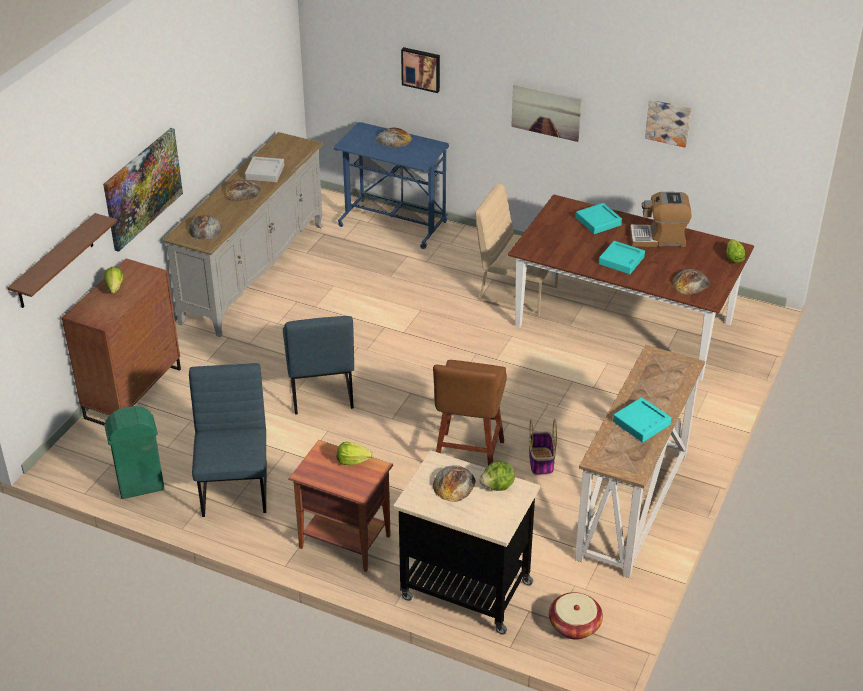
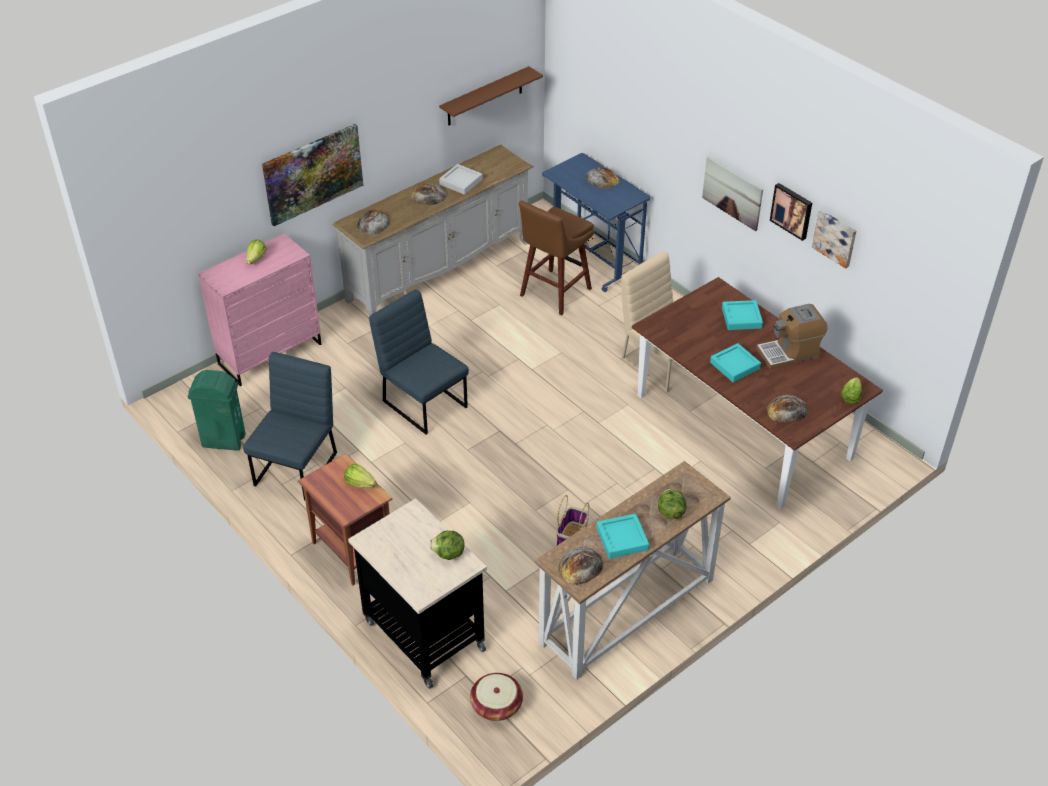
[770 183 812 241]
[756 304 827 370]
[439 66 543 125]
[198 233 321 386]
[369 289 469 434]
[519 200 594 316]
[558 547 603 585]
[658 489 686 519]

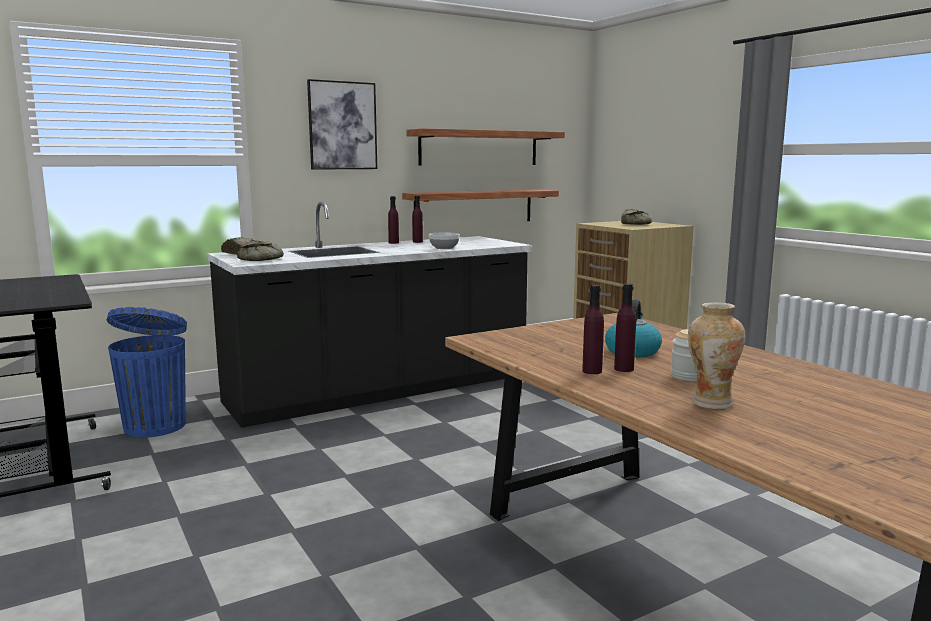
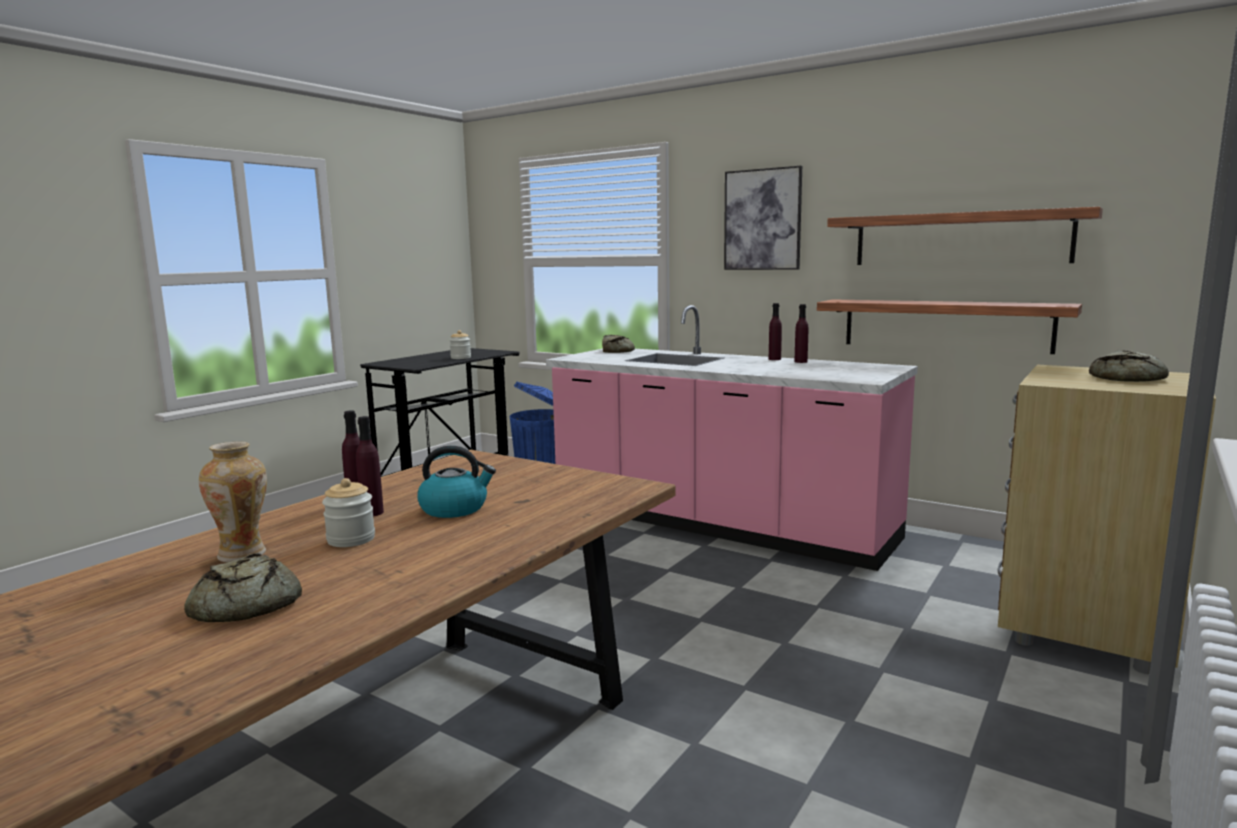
[546 305 918 571]
[429 232 460 249] (first image)
[184 553 302 622]
[449 330 471 359]

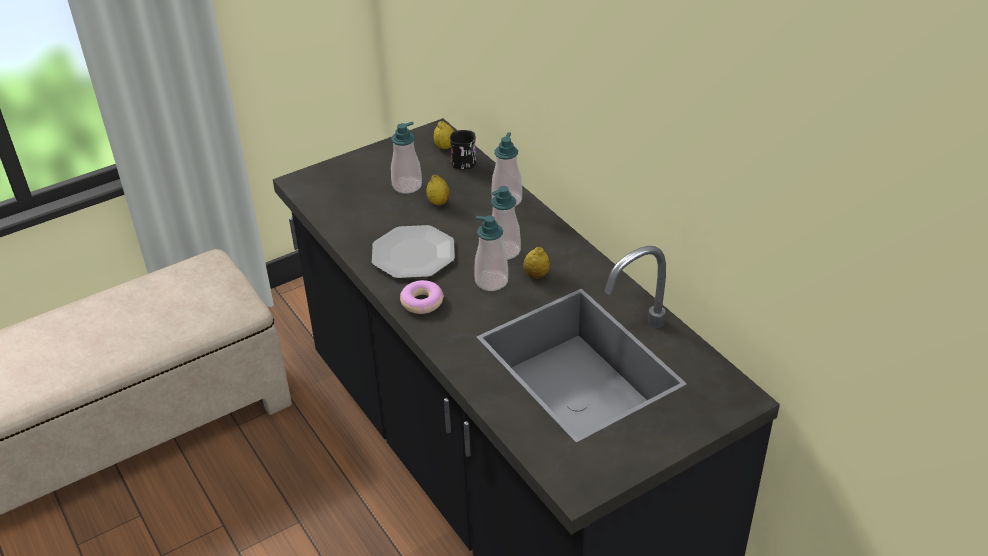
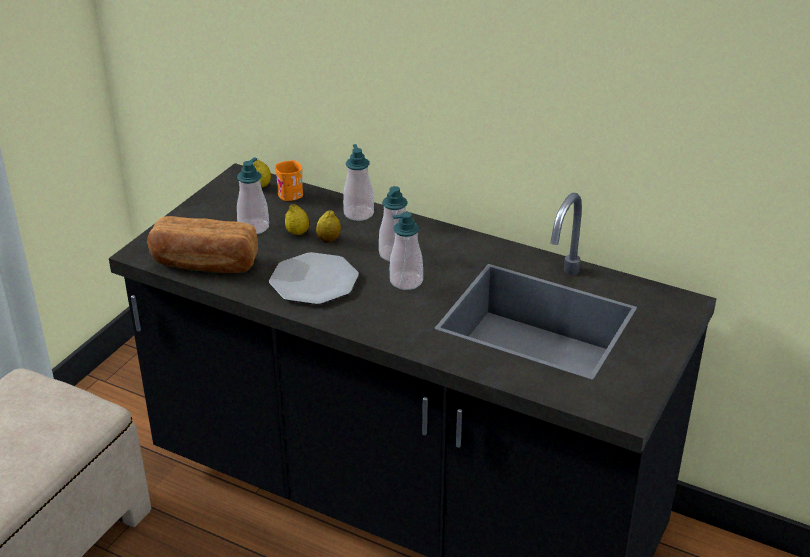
[275 160 303 201]
[316 210 341 243]
[400 280 444 314] (first image)
[147 216 258 273]

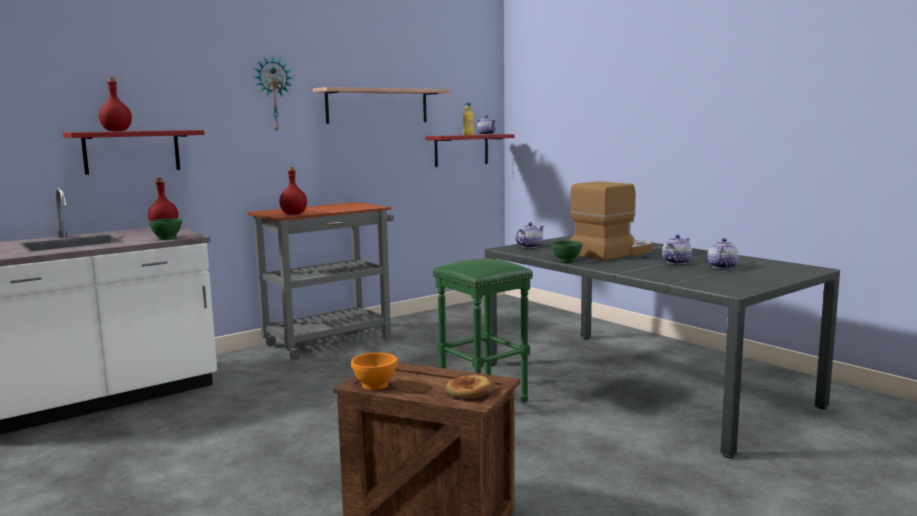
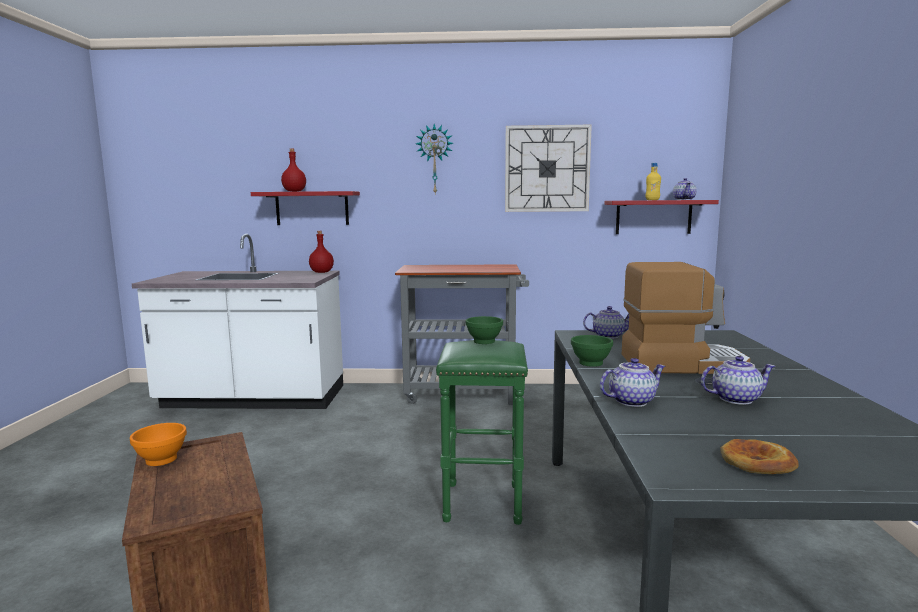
[505 125 592 212]
[280 167 307 215] (first image)
[466 316 503 344]
[600 358 665 407]
[720 439 798 474]

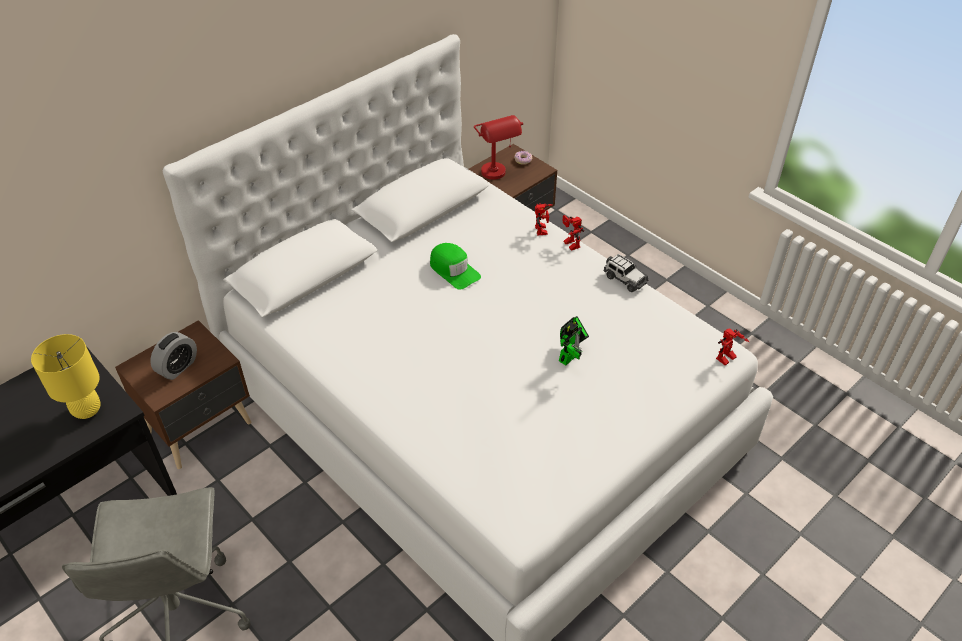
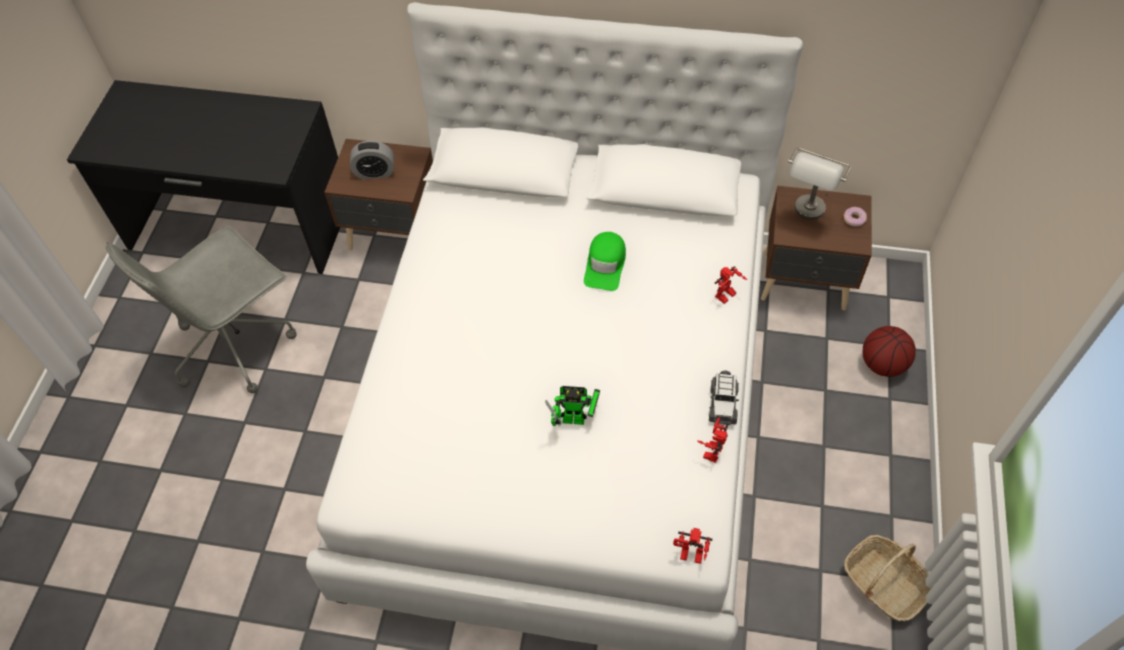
[788 148 851 220]
[697 417 728 463]
[31 334 101 419] (first image)
[863 326 916 377]
[844 535 931 621]

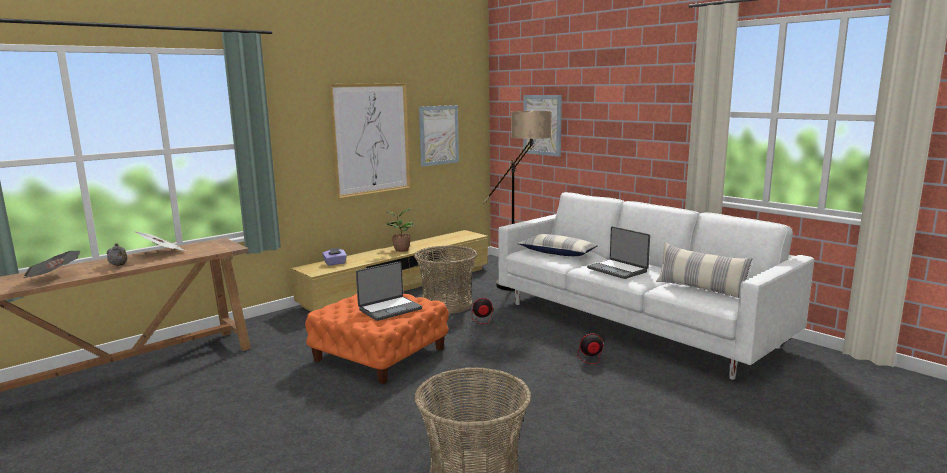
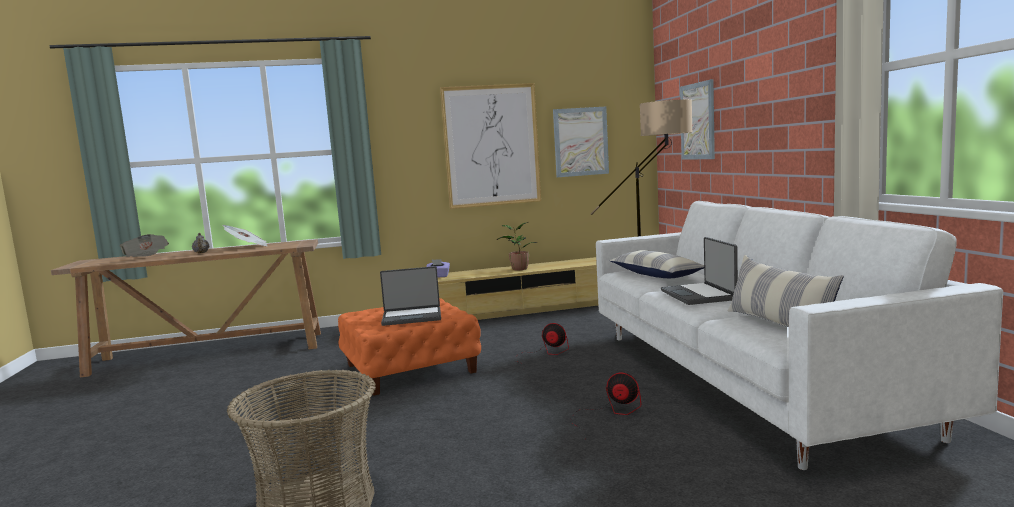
[414 245 478 314] (first image)

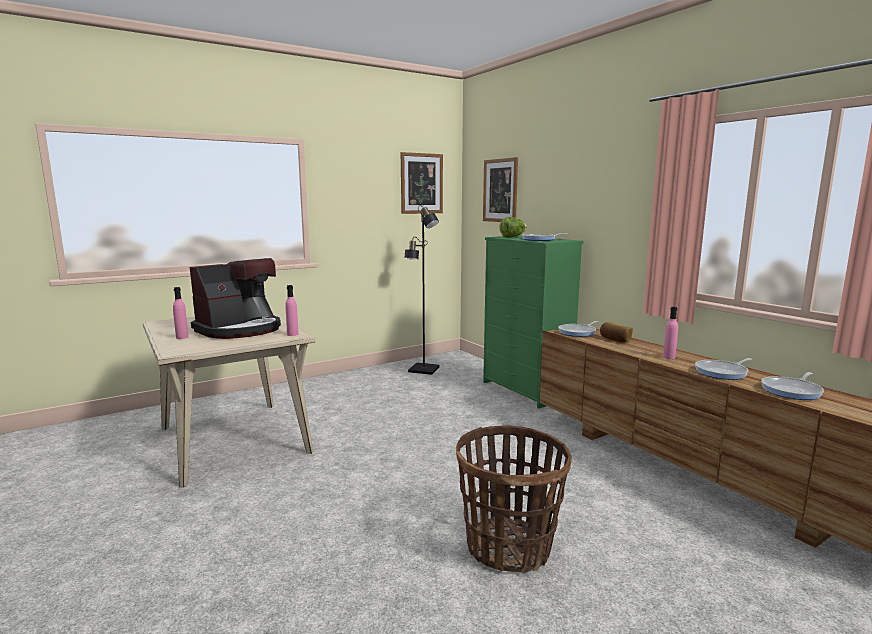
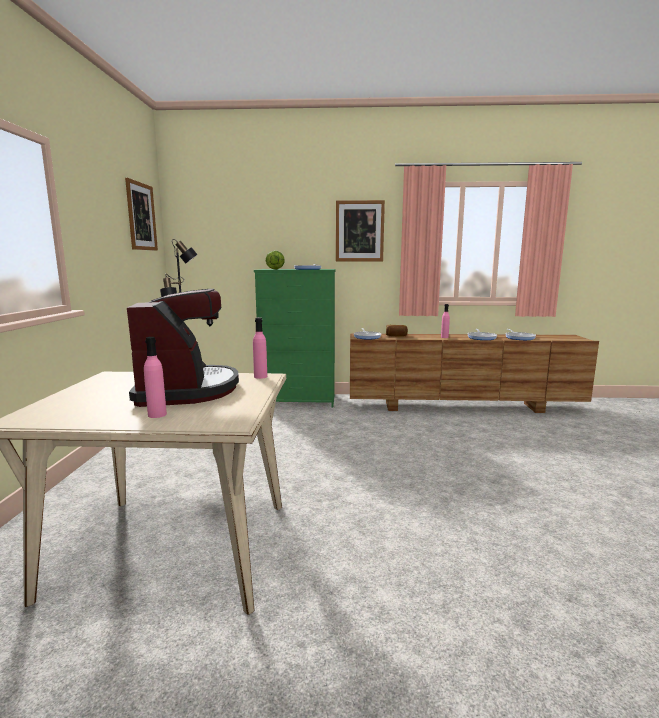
[336 200 385 261]
[456 425 572 573] (first image)

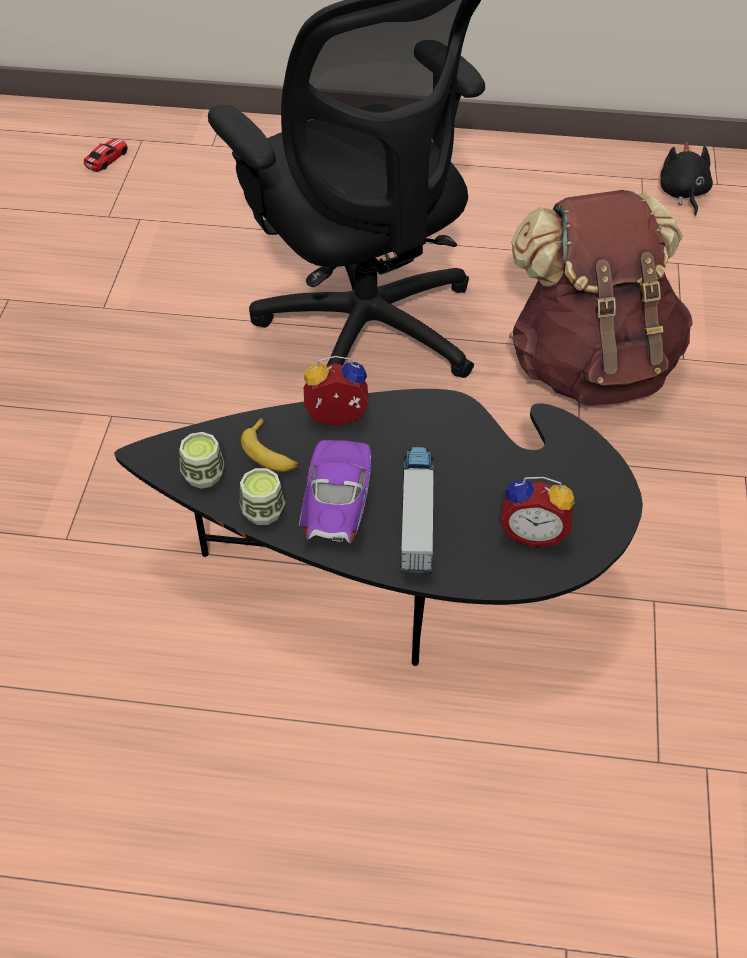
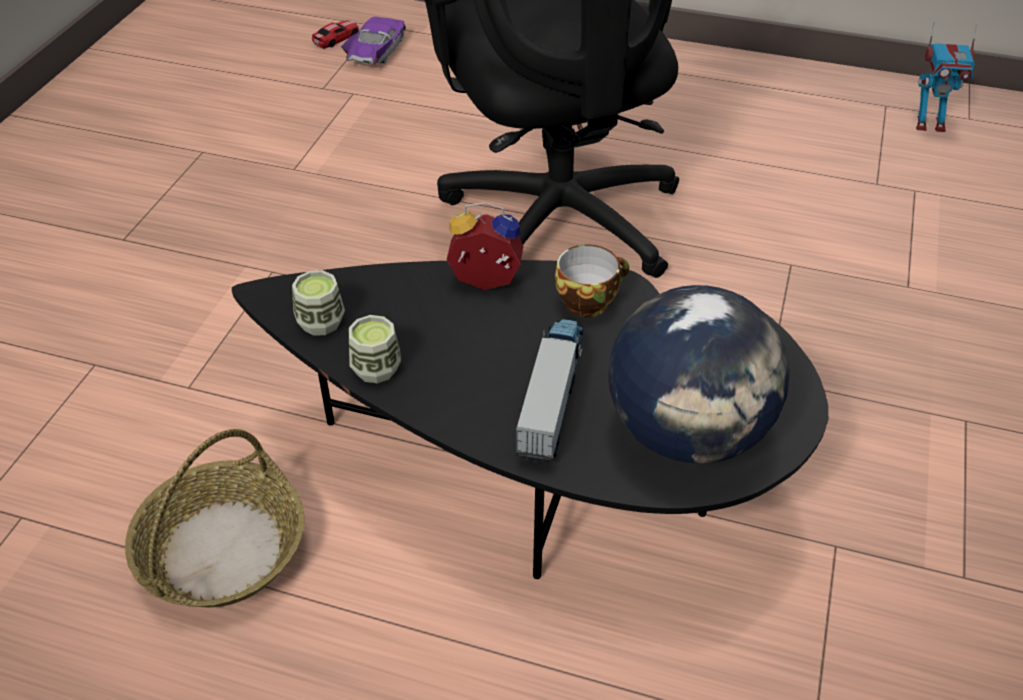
[916 23 977 132]
[509 190 693 406] (first image)
[241 418 298 472] (first image)
[341 16 406 65]
[608 285 790 464]
[555 245 629 317]
[125 429 305 608]

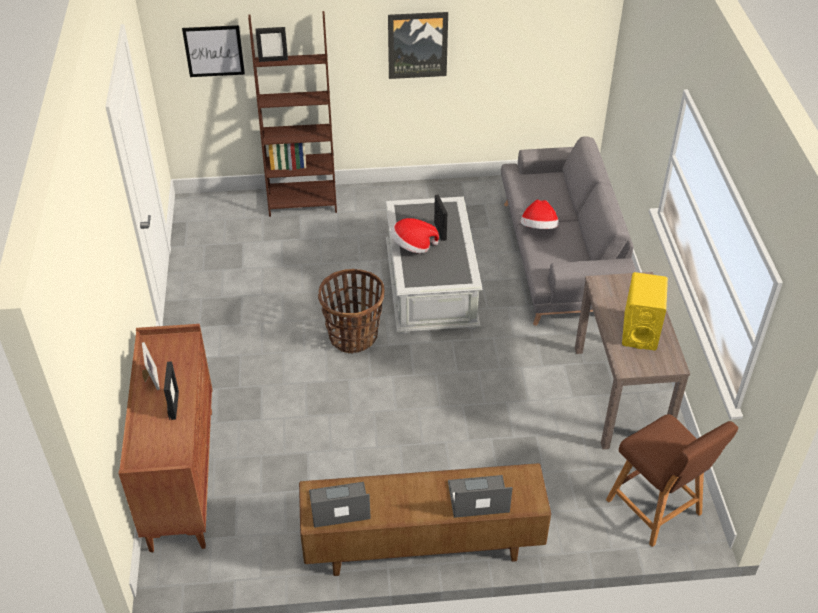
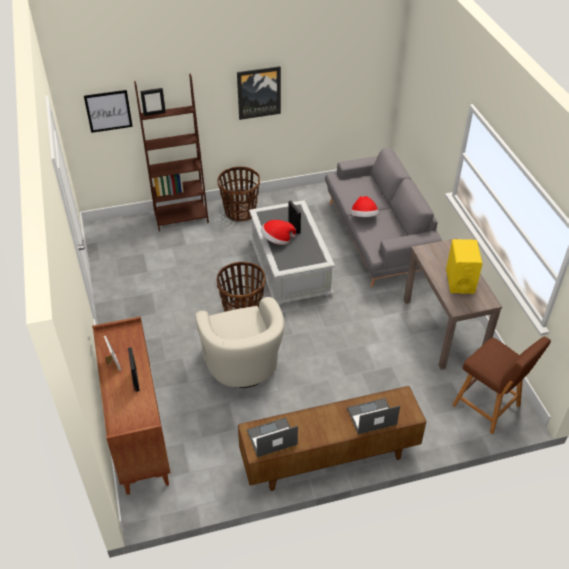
[217 166 260 222]
[195 297 284 388]

